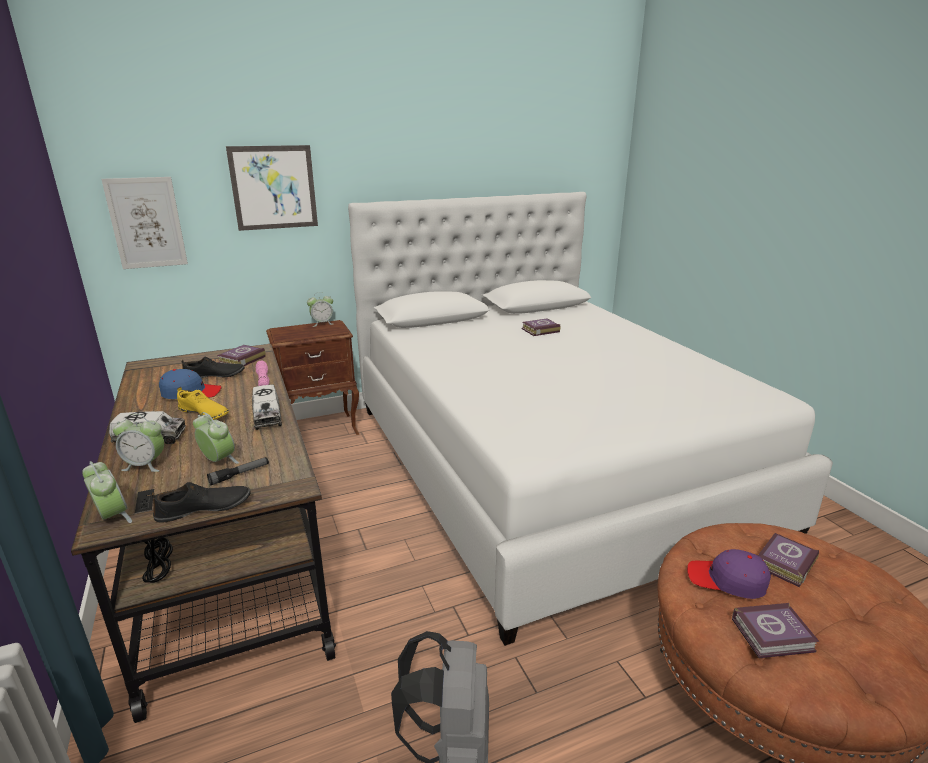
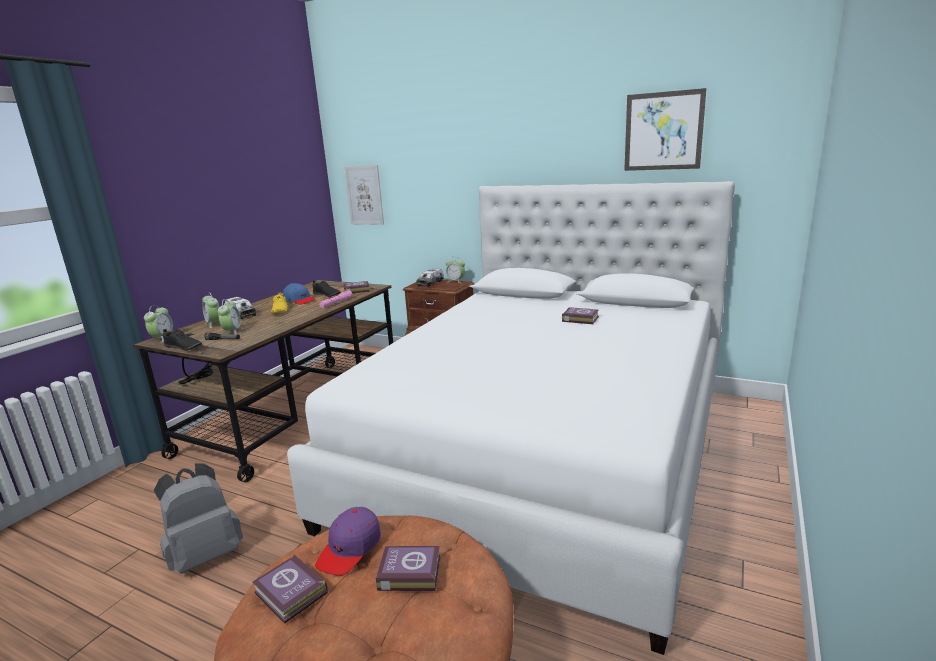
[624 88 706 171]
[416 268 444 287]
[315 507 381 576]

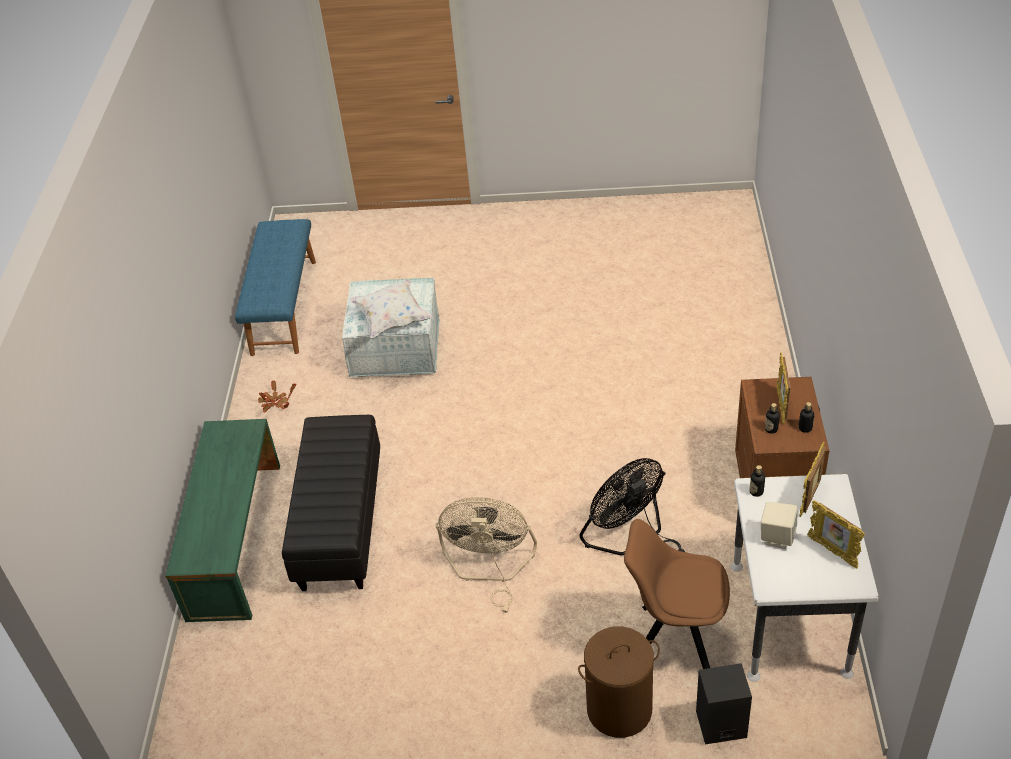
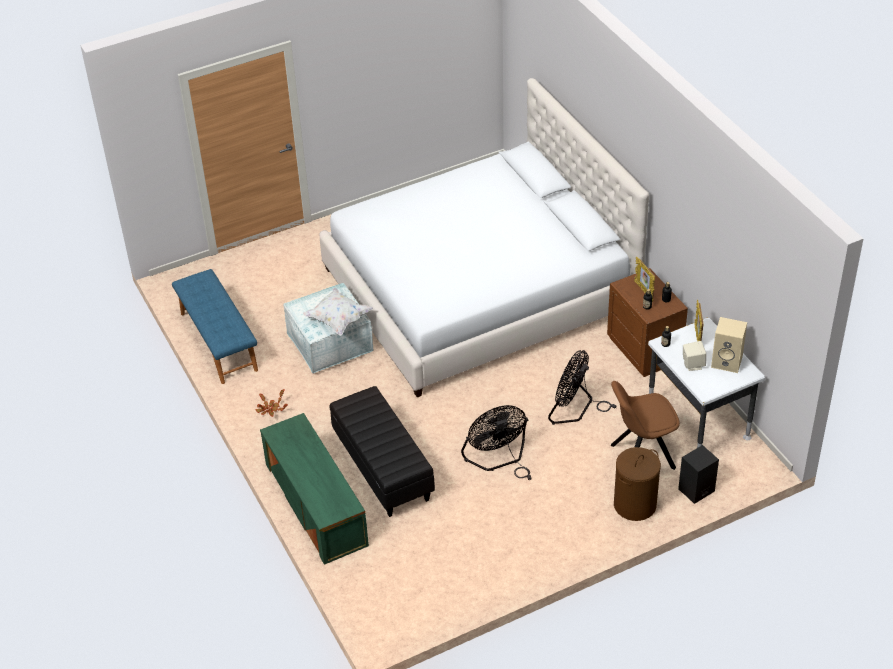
[461 405 531 480]
[711 317 747 373]
[320 78 649 398]

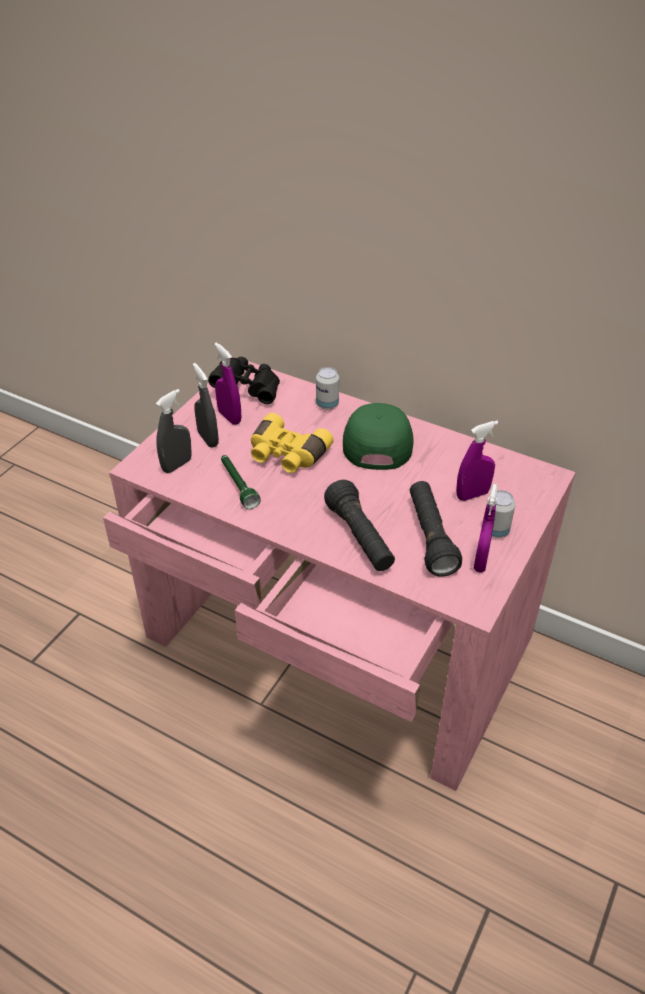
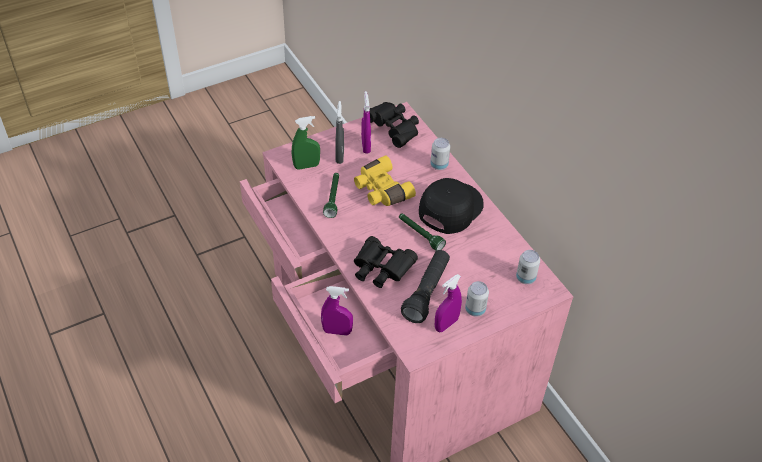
[292 116 320 170]
[419 178 484 234]
[321 286 353 335]
[354 236 418 288]
[399 213 446 251]
[516 250 540 284]

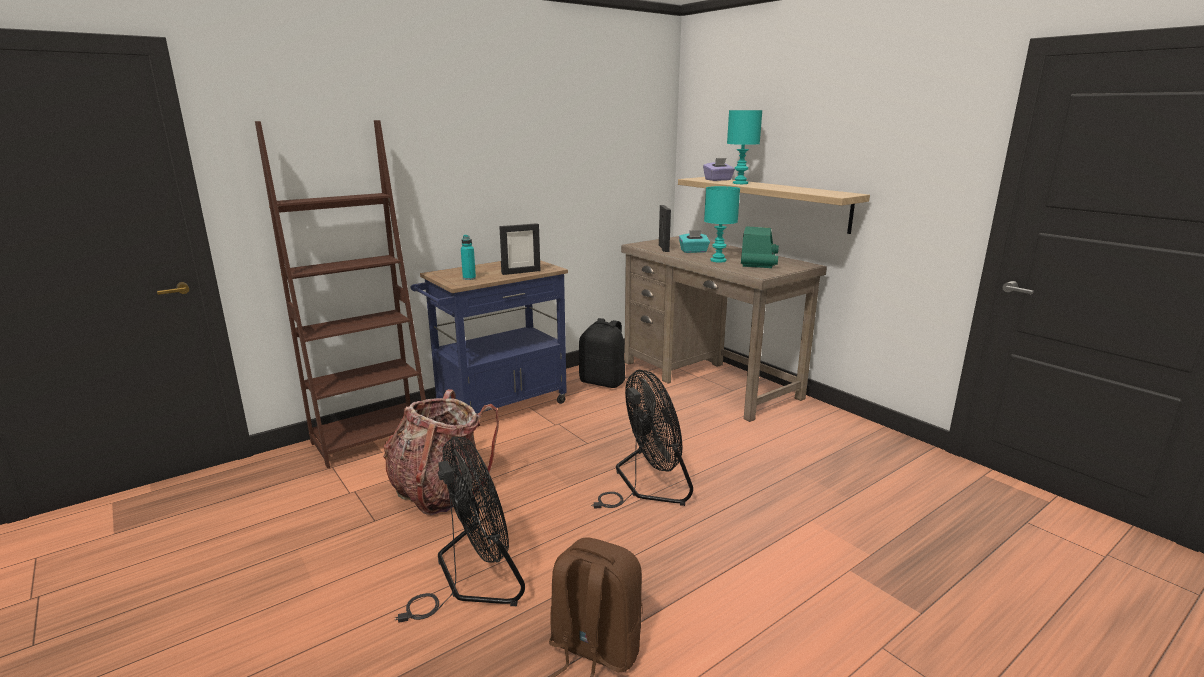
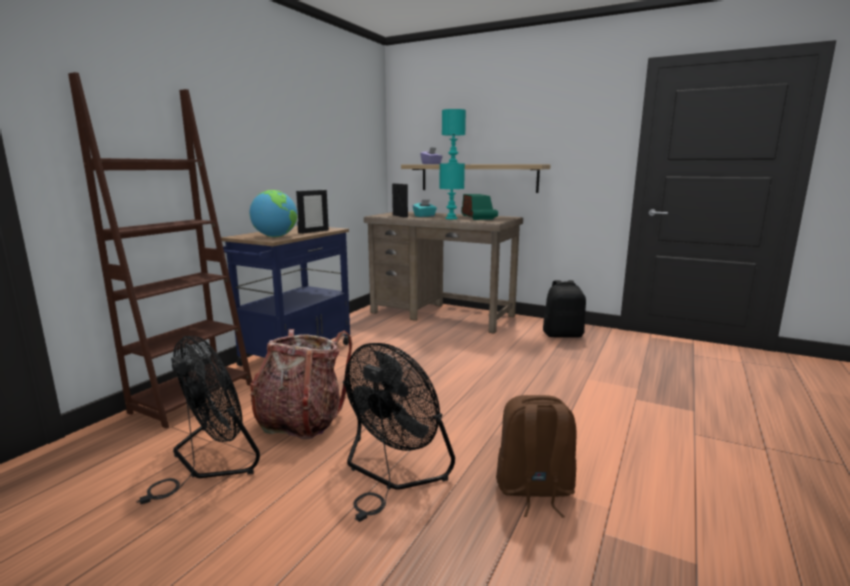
[250 190 298 237]
[543 280 586 338]
[136 336 260 504]

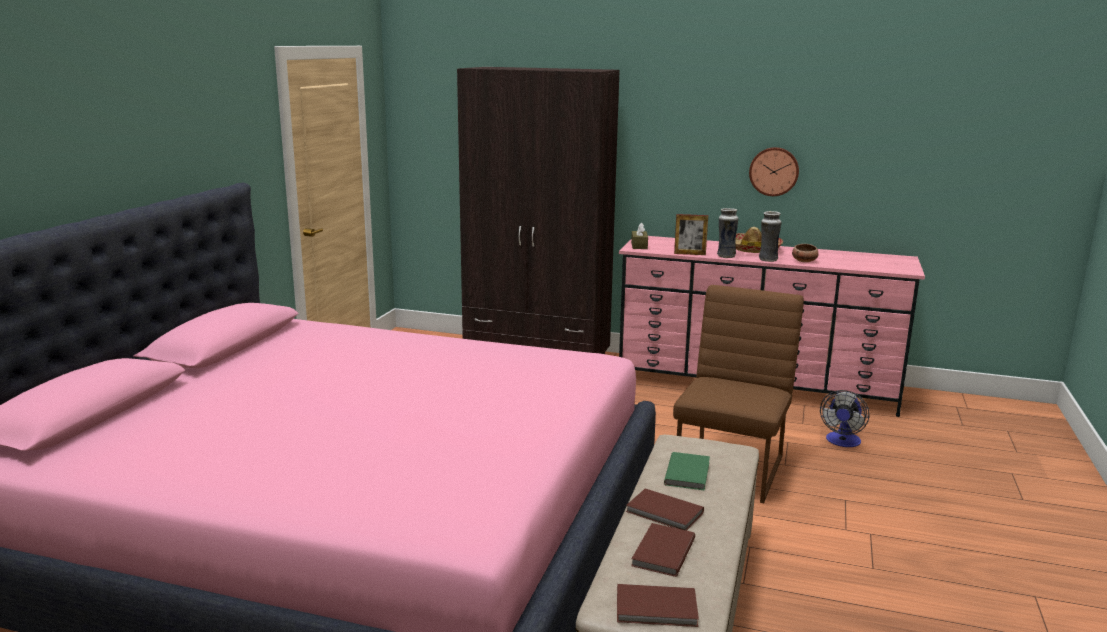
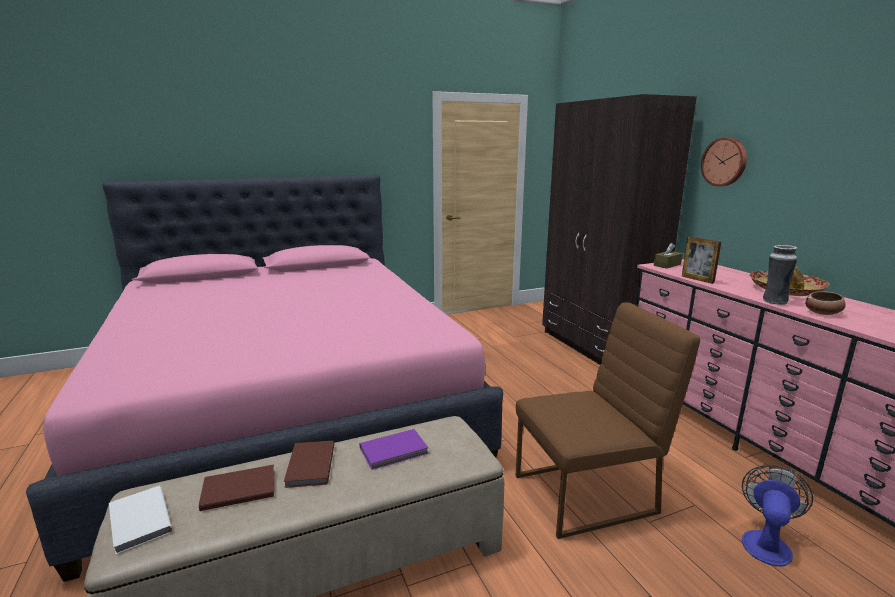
[701 137 747 186]
[717 208 738 258] (first image)
[742 465 813 567]
[359 429 429 470]
[109 486 172 555]

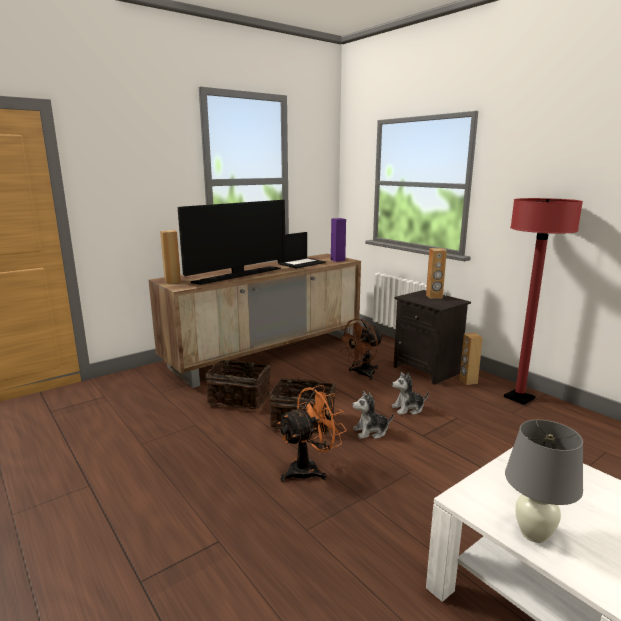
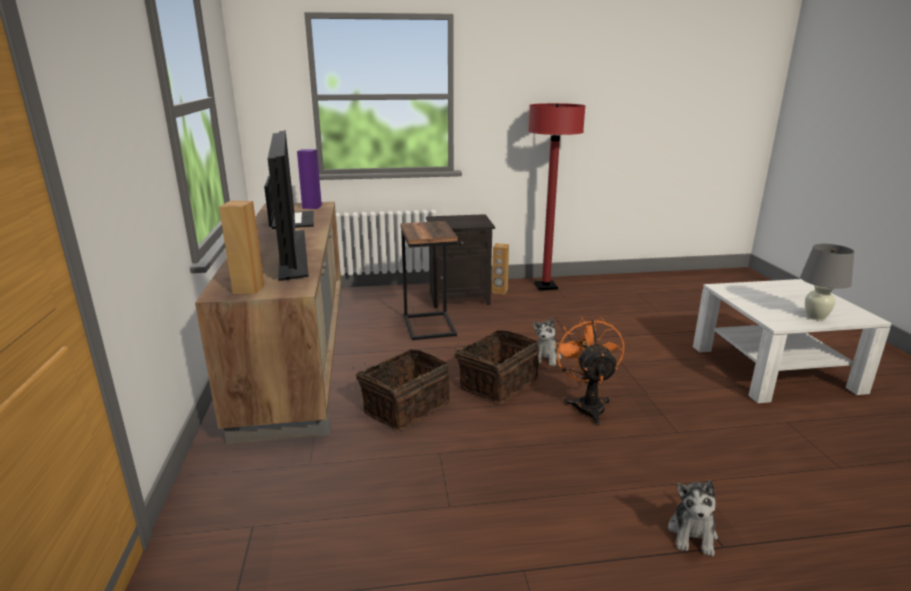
[426 248 447 299] (first image)
[401 221 458 340]
[668 480 718 556]

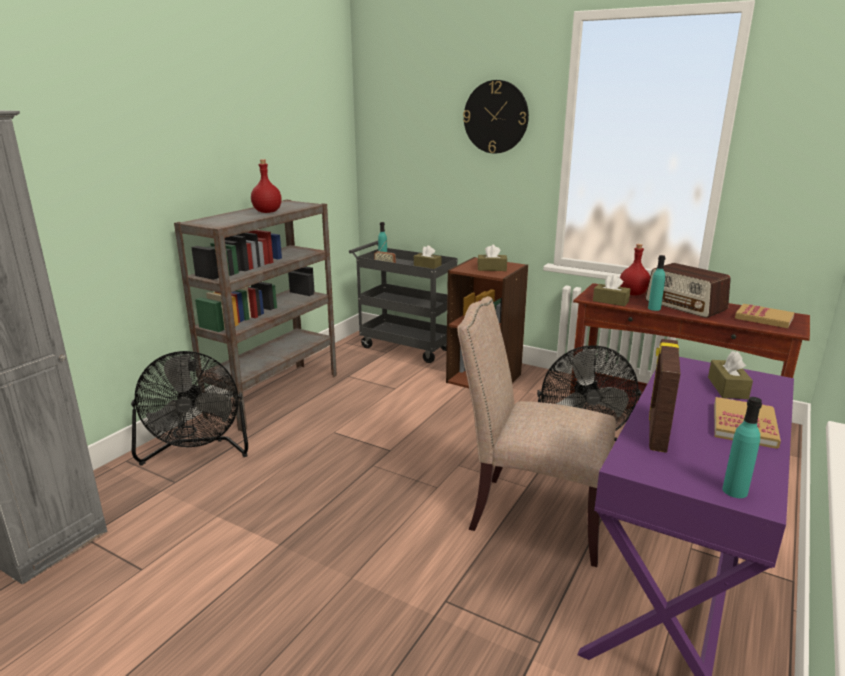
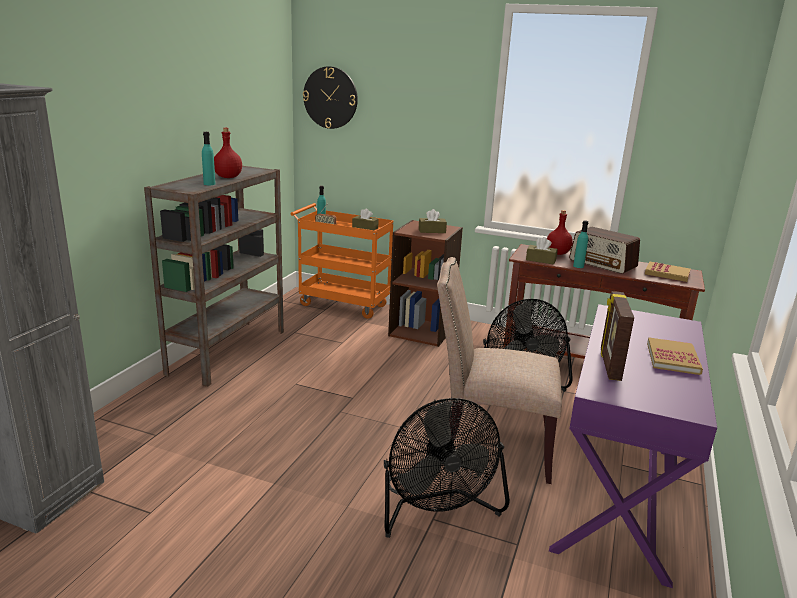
[303 66 358 129]
[290 203 393 319]
[384 397 510 538]
[708 351 753 399] (first image)
[202 132 216 185]

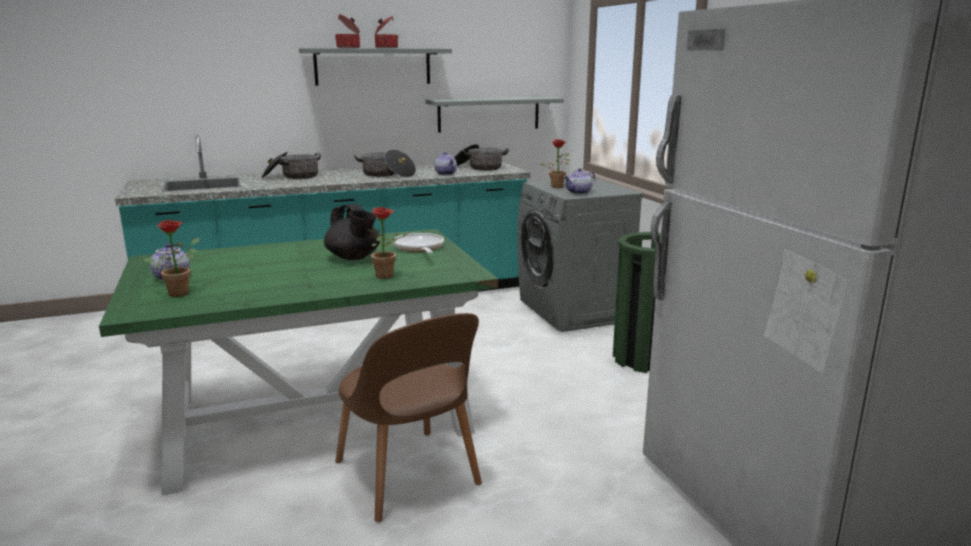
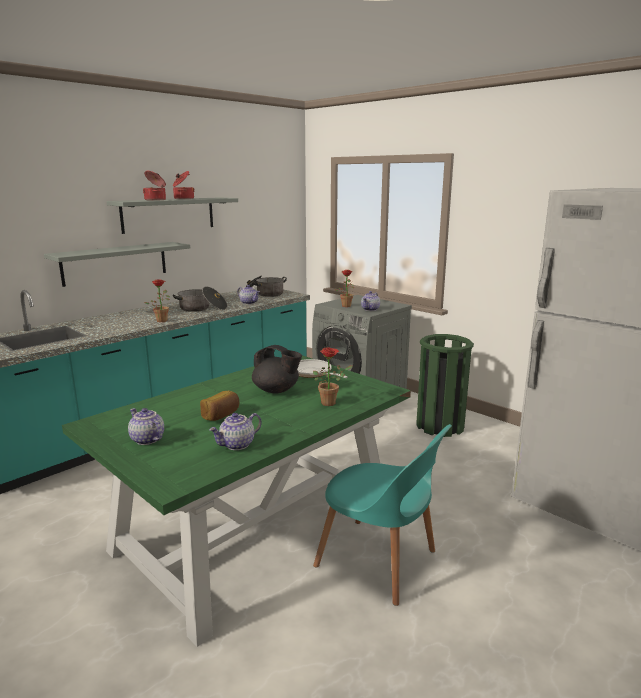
[44 242 190 287]
[262 152 321 179] (first image)
[144 279 170 322]
[313 424 452 606]
[200 391 240 421]
[209 413 262 450]

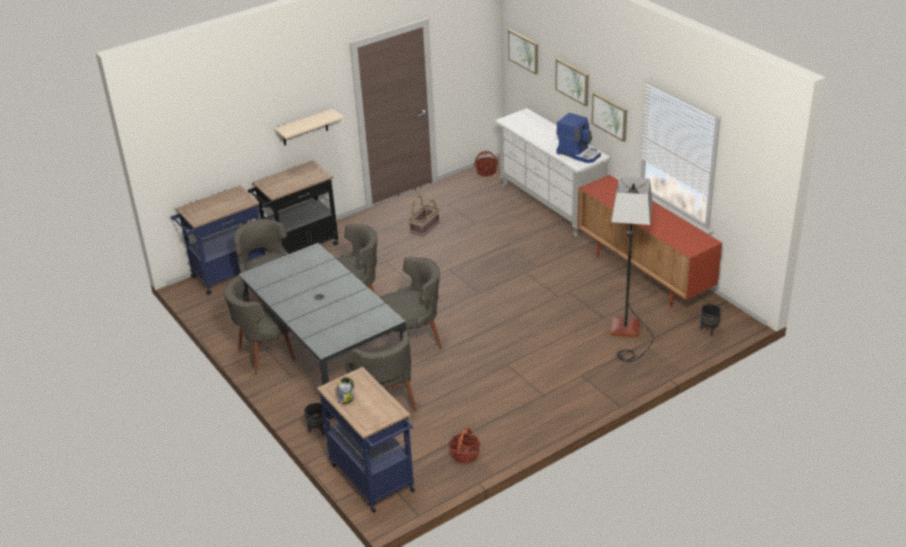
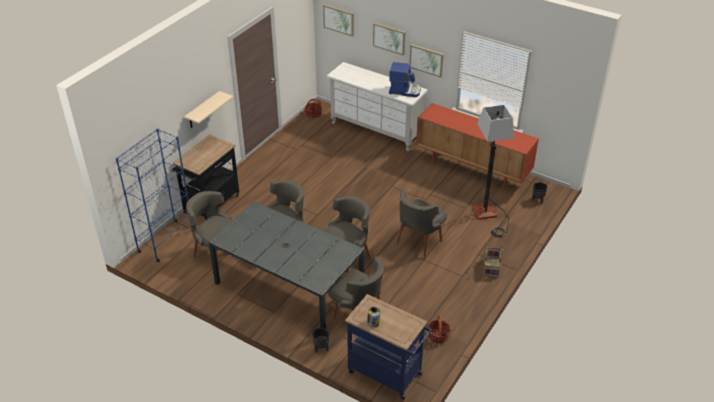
[116 128 189 262]
[484 243 503 278]
[396 189 447 258]

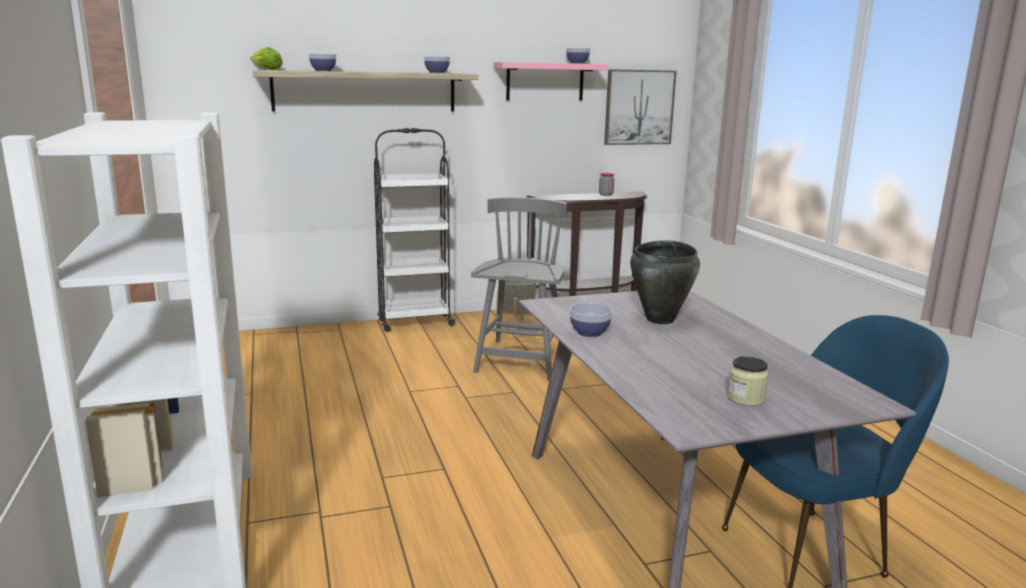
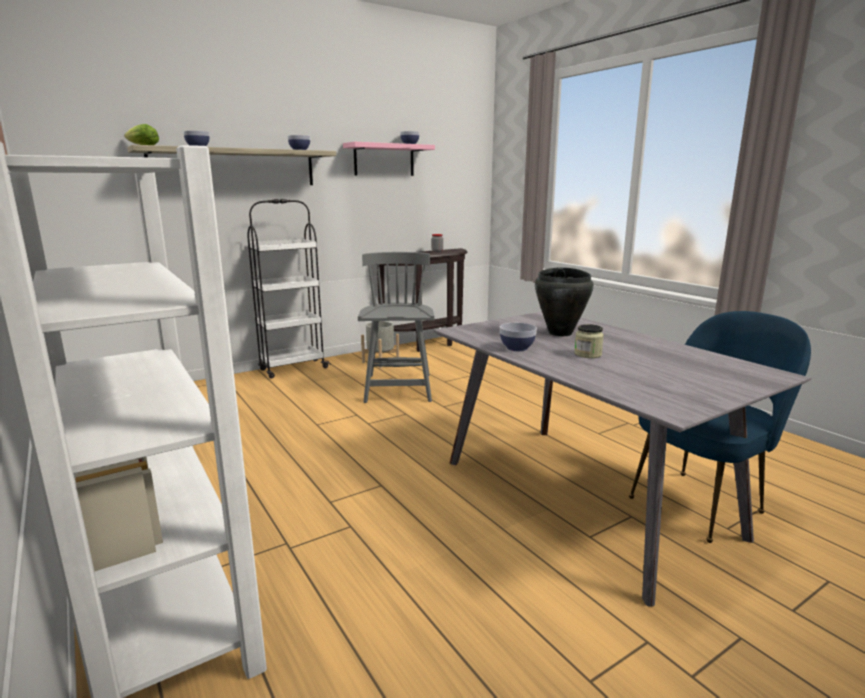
[604 69 677 145] (first image)
[574 324 604 358]

